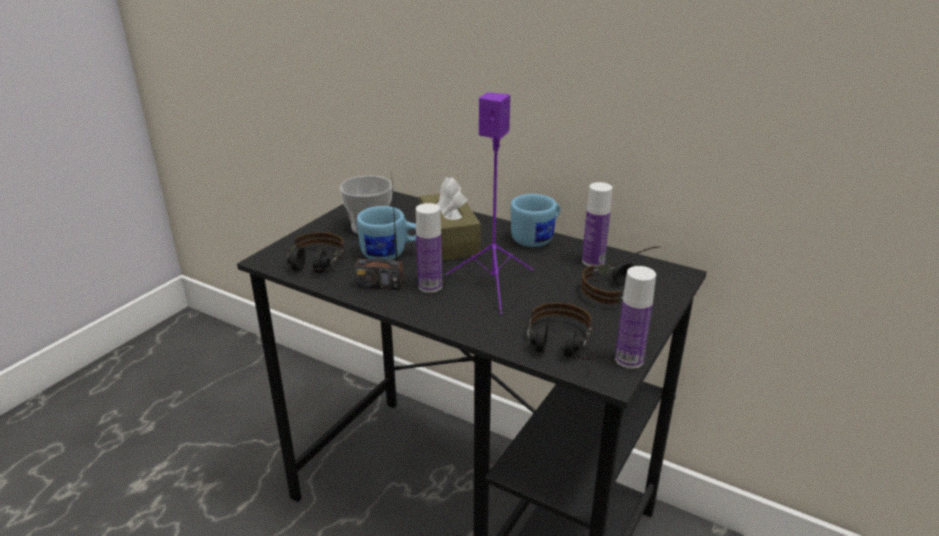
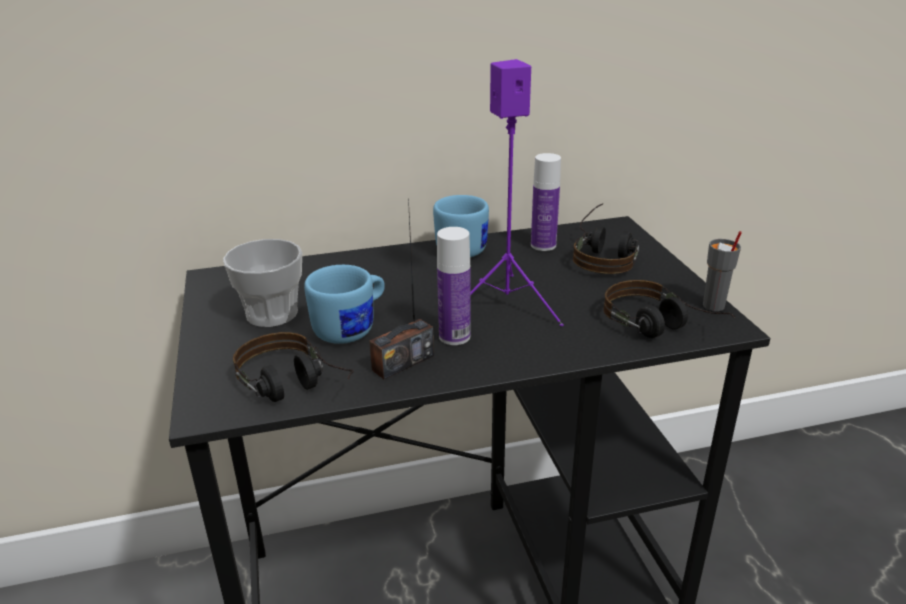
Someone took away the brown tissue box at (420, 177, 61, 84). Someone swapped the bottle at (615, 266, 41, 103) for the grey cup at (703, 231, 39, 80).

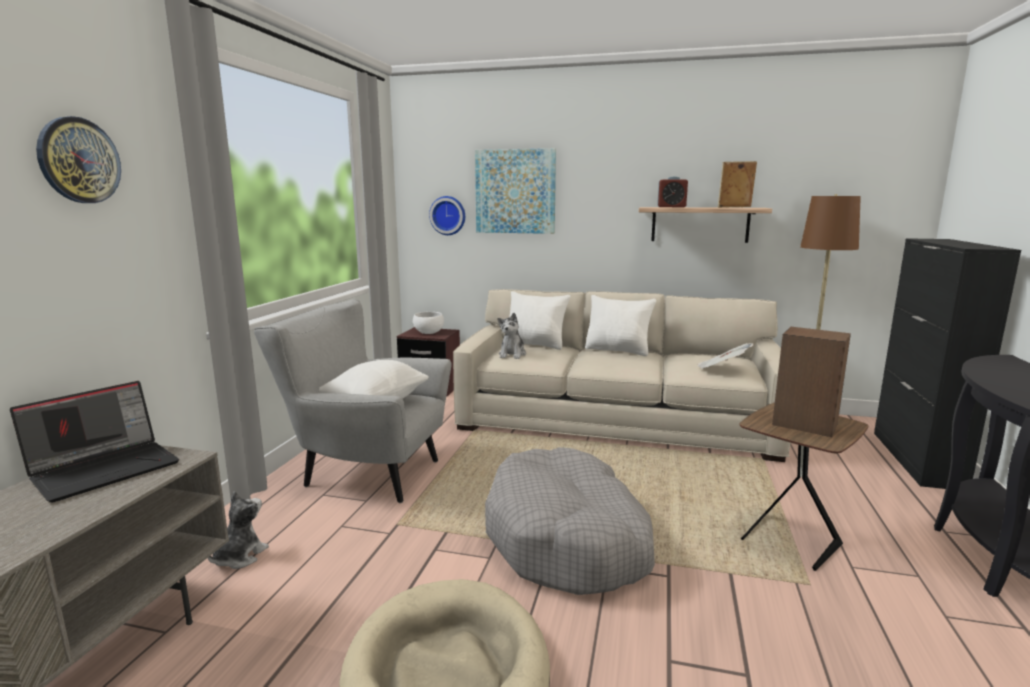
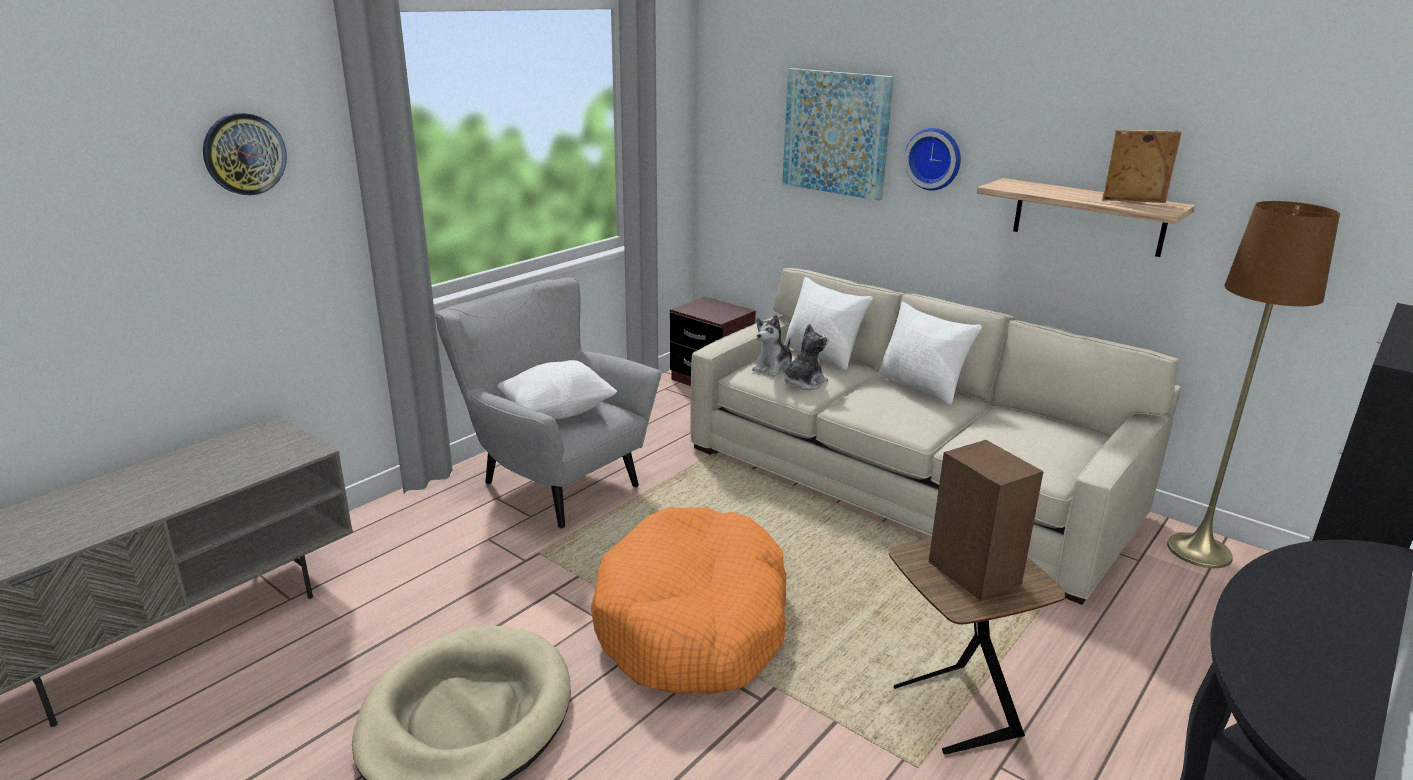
Someone took away the laptop at (10, 381, 169, 122). Someone carried the plush toy from (208, 491, 61, 78) to (784, 324, 44, 66). Someone took away the white bowl at (413, 312, 31, 22). Someone carried the wall clock from (429, 196, 36, 39) to (904, 128, 57, 63). Someone repainted the grey dog bed at (485, 447, 170, 148), which became the orange dog bed at (591, 507, 195, 188). Someone took away the alarm clock at (657, 176, 31, 31). Someone took away the newspaper at (697, 343, 56, 26).

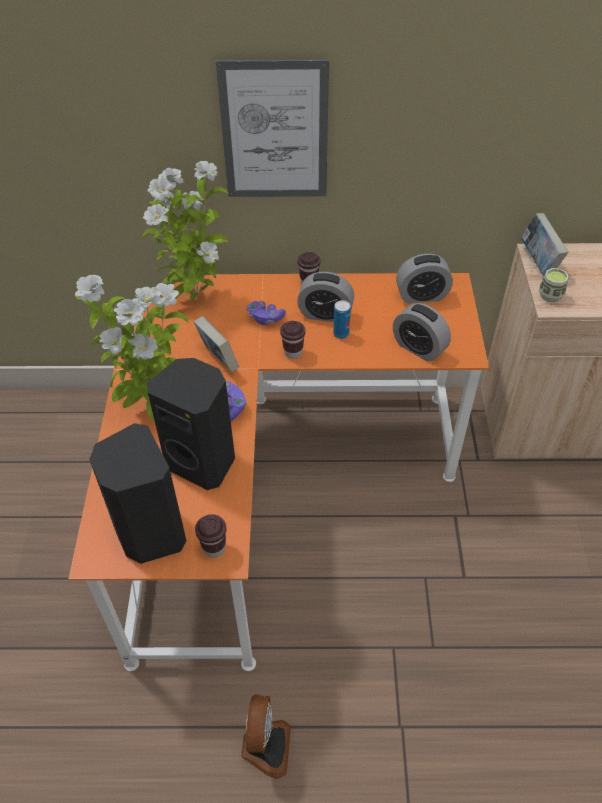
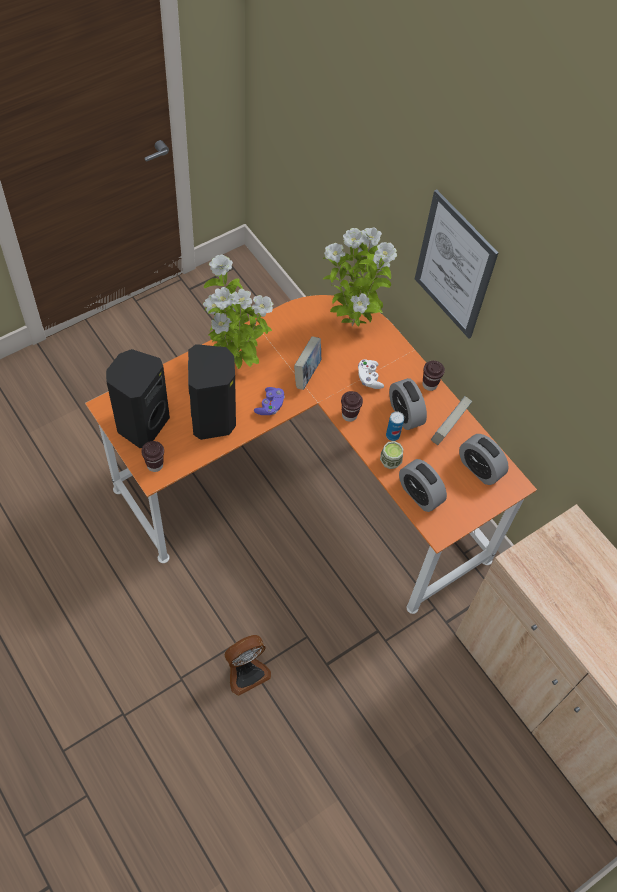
Someone carried the fan from (241, 694, 50, 85) to (225, 635, 46, 61). Someone repainted the purple game controller at (247, 301, 39, 24), which became the white game controller at (358, 359, 26, 30). Someone rotated the alarm clock at (393, 303, 58, 59) by 45 degrees counterclockwise. Someone carried the book from (521, 213, 47, 63) to (431, 396, 41, 49). Someone carried the cup from (539, 268, 30, 34) to (380, 441, 23, 28).

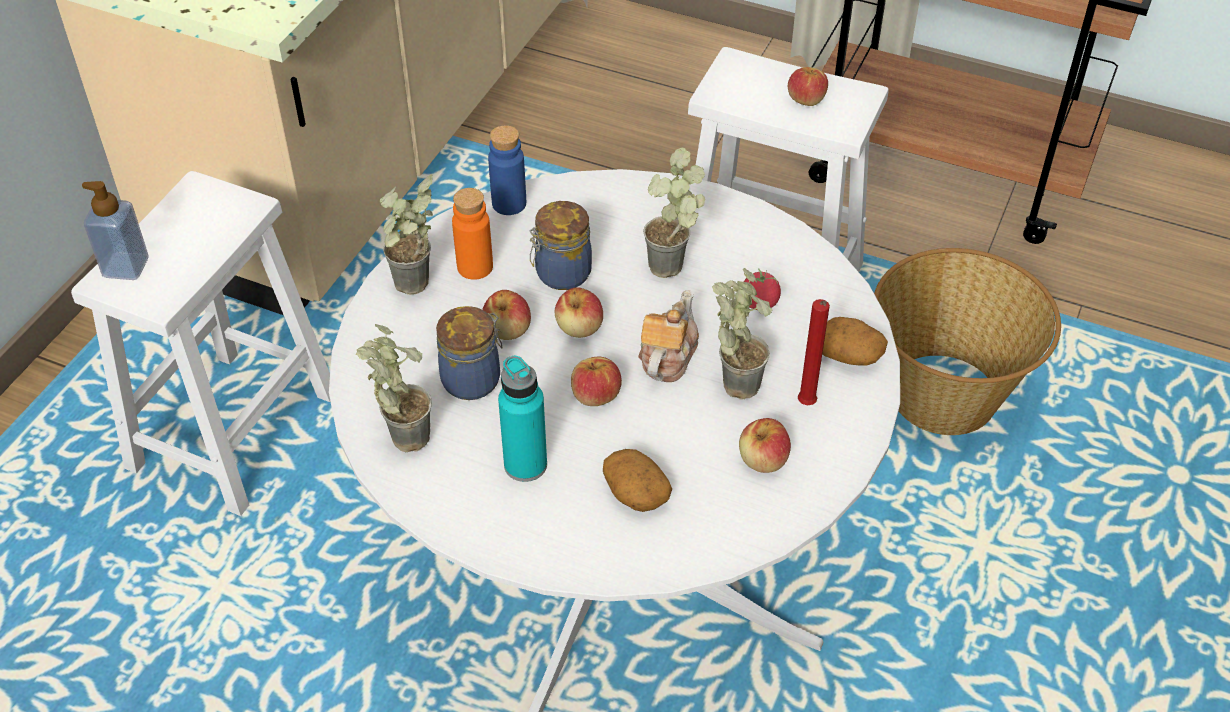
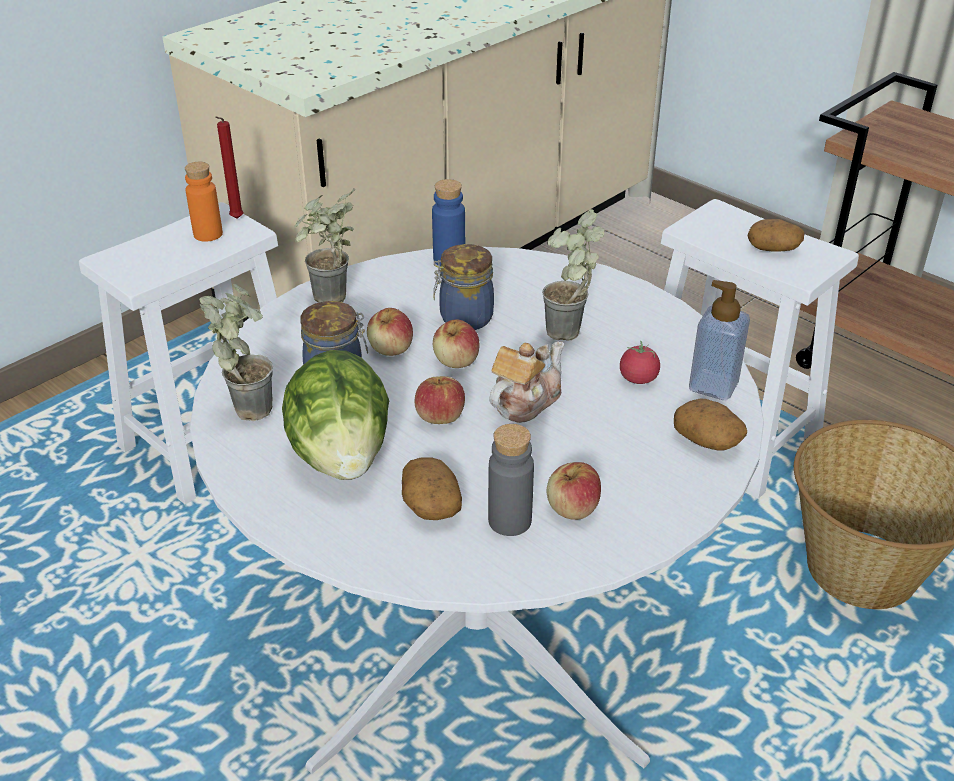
Someone carried the soap dispenser from (82, 181, 67, 99) to (689, 280, 61, 120). Someone carried the orange bottle from (452, 188, 41, 92) to (185, 162, 38, 80). Someone swapped the turquoise bottle at (498, 356, 49, 126) for the lettuce at (282, 350, 107, 130). Someone took away the potted plant at (712, 268, 60, 132). Someone swapped the apple at (788, 67, 40, 39) for the potato at (747, 219, 57, 33). Someone carried the red candle from (798, 299, 32, 106) to (215, 116, 29, 103). Someone put down the grey bottle at (488, 424, 46, 112).

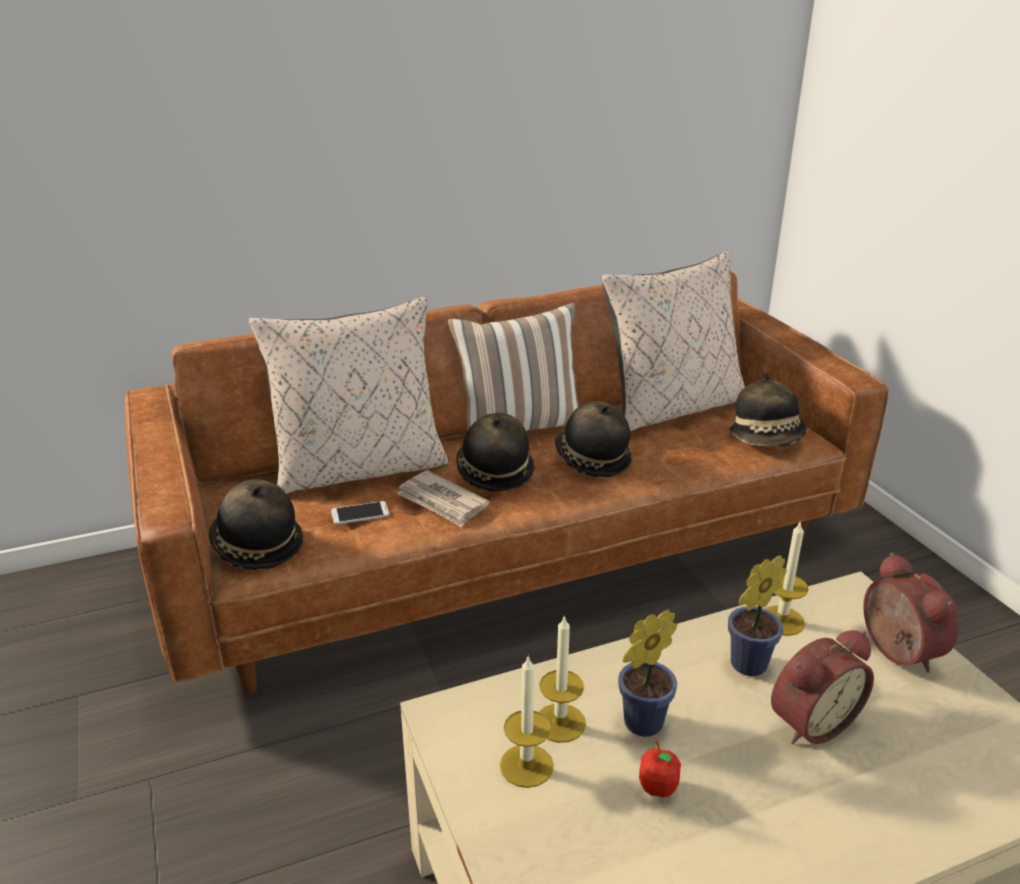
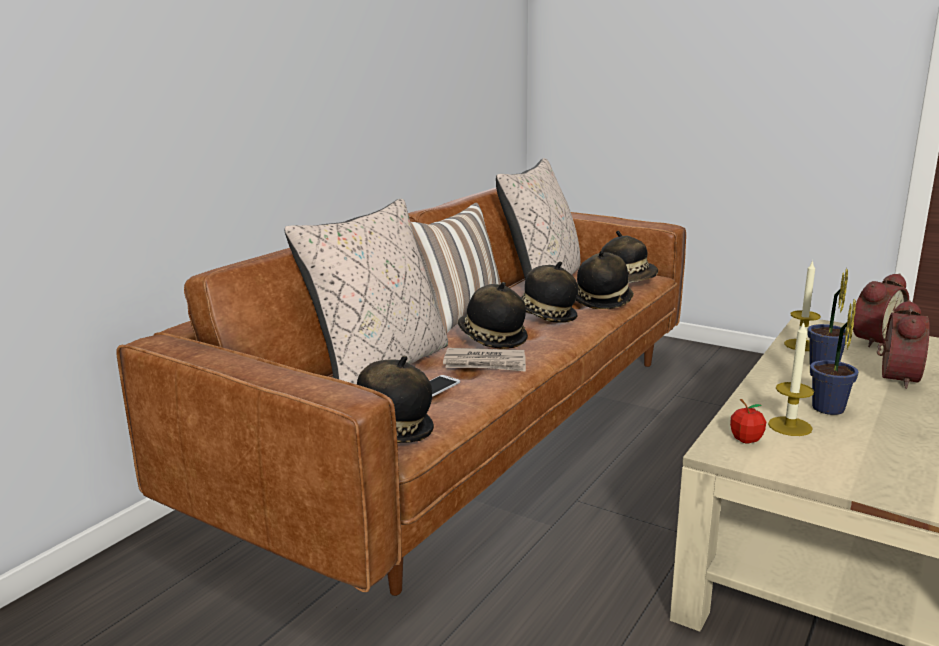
Someone took away the candle at (500, 655, 54, 133). Someone carried the apple from (639, 739, 42, 59) to (730, 399, 36, 45). Someone rotated the alarm clock at (863, 553, 95, 120) by 105 degrees clockwise. Someone put down the hat at (576, 250, 58, 59).

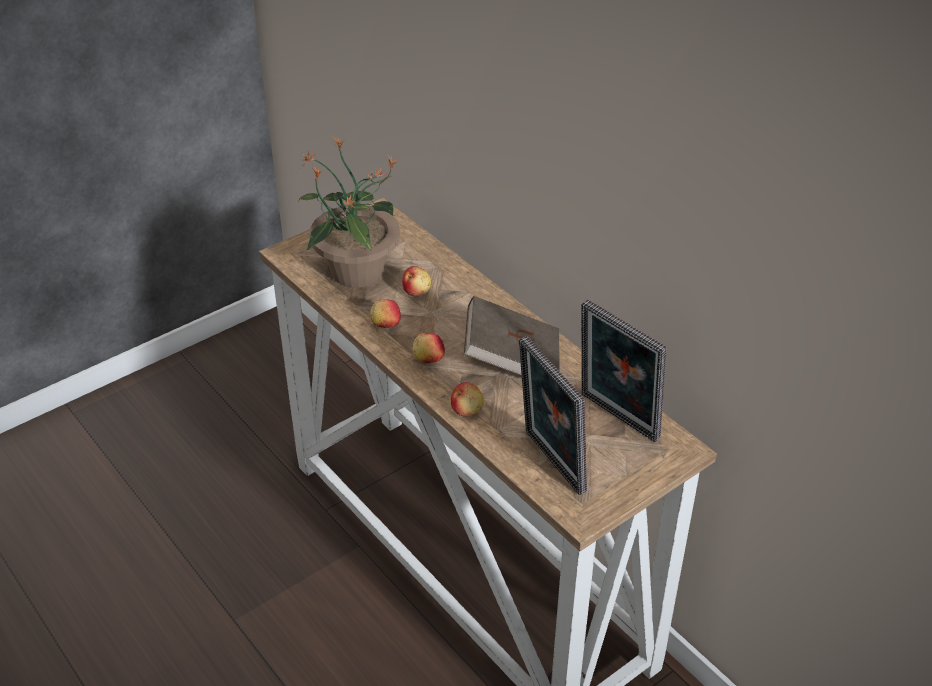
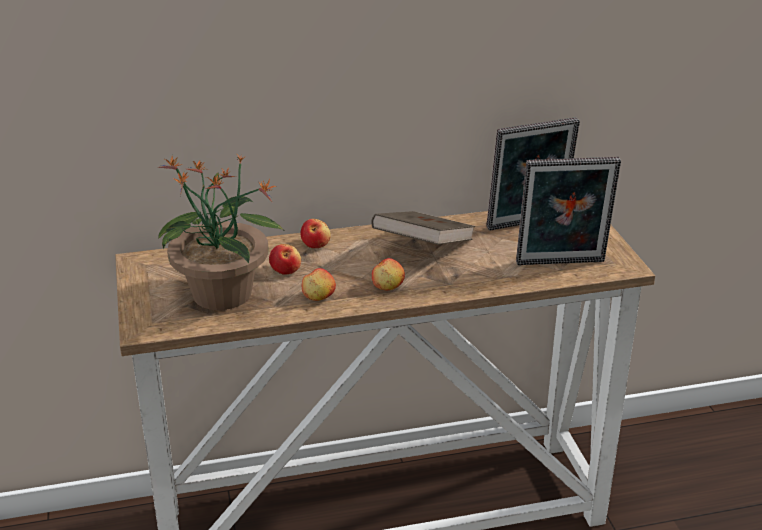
Someone carried the apple from (451, 382, 33, 34) to (300, 219, 31, 29).

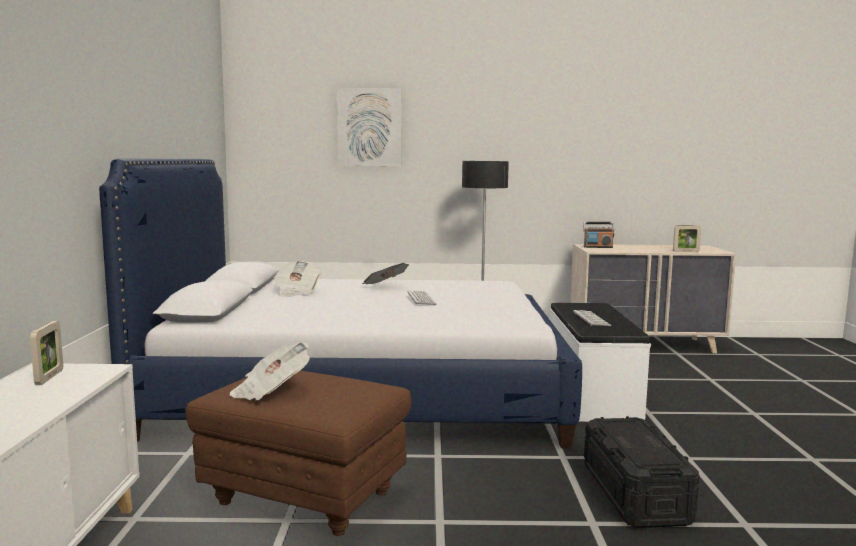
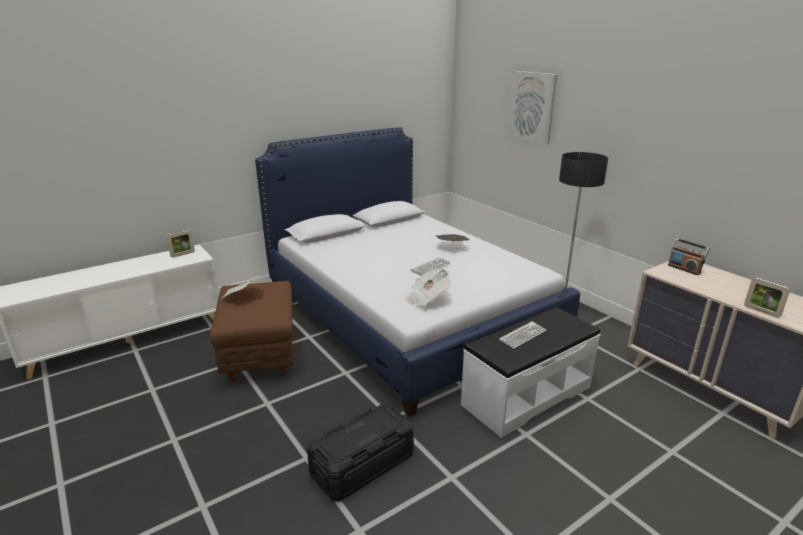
Someone carried the newspaper from (273, 261, 49, 36) to (405, 269, 46, 37).

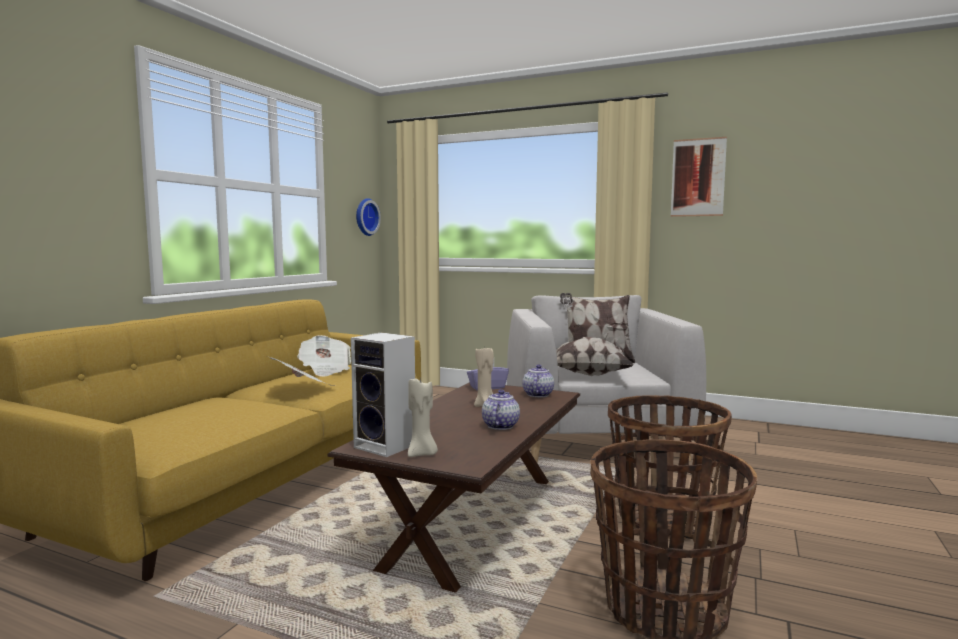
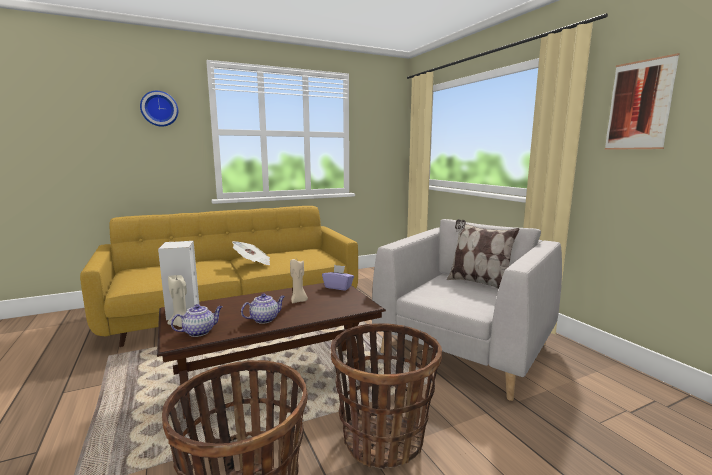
Someone took away the newspaper at (297, 335, 54, 42). Someone carried the wall clock from (356, 198, 25, 38) to (140, 91, 38, 36). Someone carried the teapot from (522, 364, 32, 33) to (171, 304, 52, 33). Someone took away the pillow at (556, 337, 78, 39).

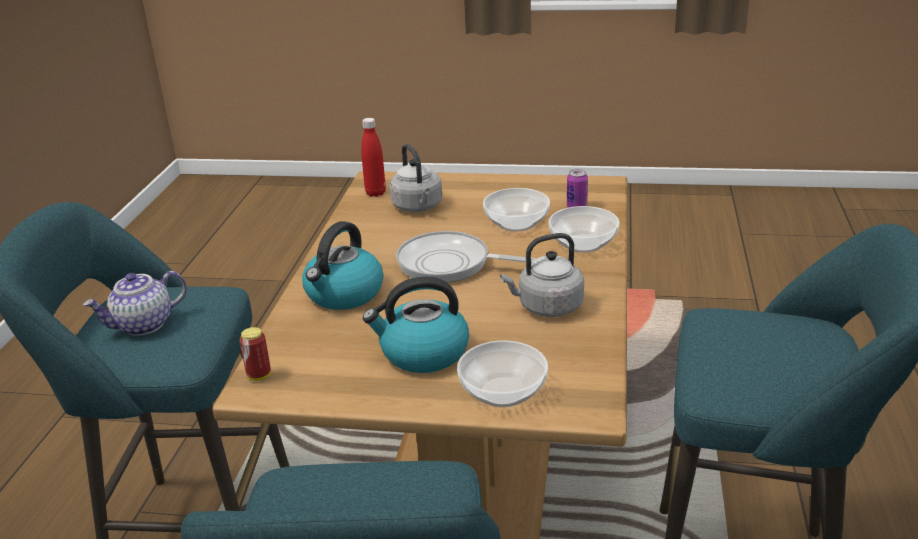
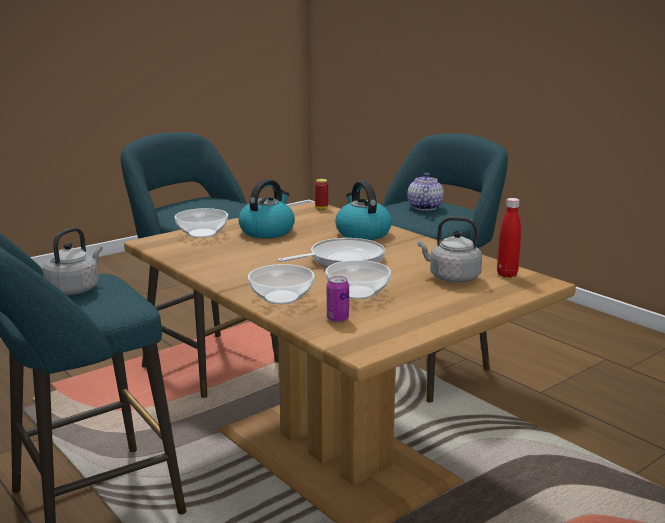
Someone carried the grey kettle from (500, 233, 84, 84) to (43, 227, 60, 68).

